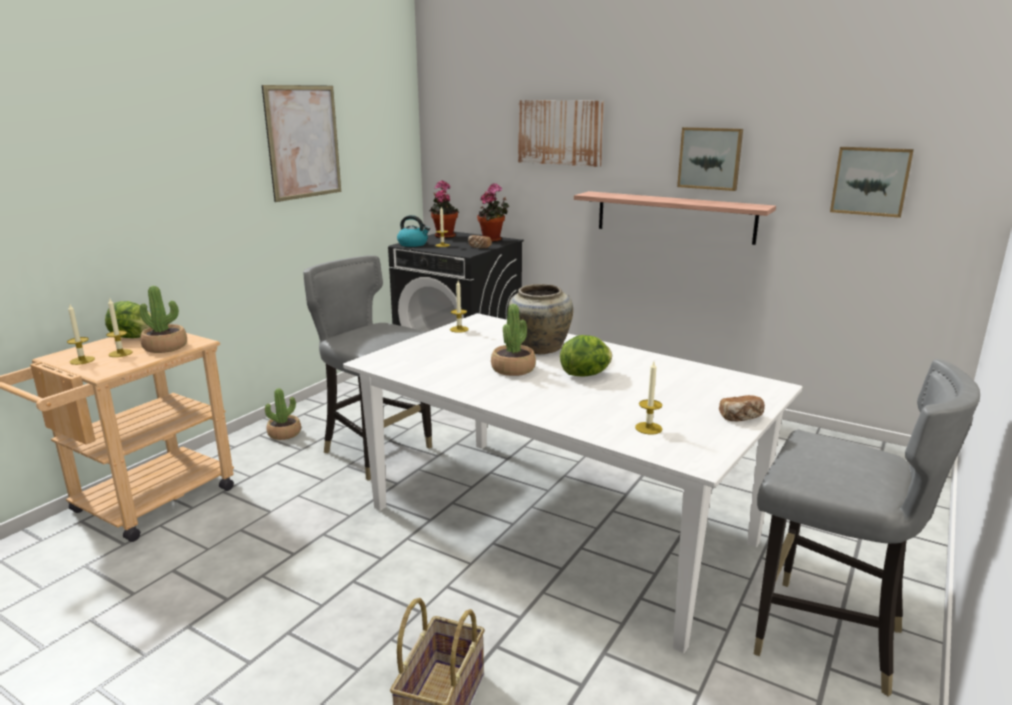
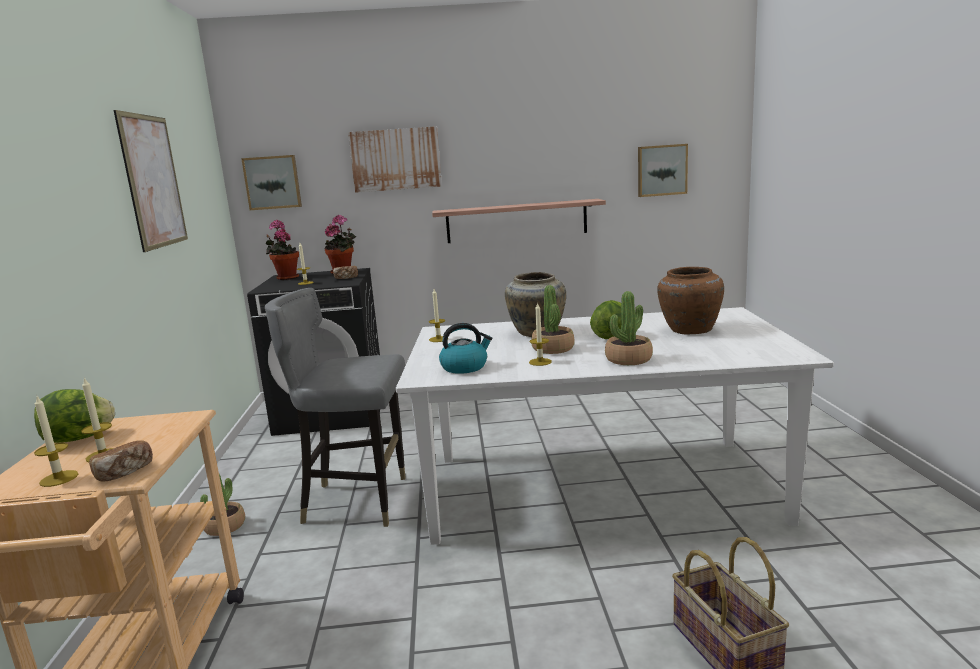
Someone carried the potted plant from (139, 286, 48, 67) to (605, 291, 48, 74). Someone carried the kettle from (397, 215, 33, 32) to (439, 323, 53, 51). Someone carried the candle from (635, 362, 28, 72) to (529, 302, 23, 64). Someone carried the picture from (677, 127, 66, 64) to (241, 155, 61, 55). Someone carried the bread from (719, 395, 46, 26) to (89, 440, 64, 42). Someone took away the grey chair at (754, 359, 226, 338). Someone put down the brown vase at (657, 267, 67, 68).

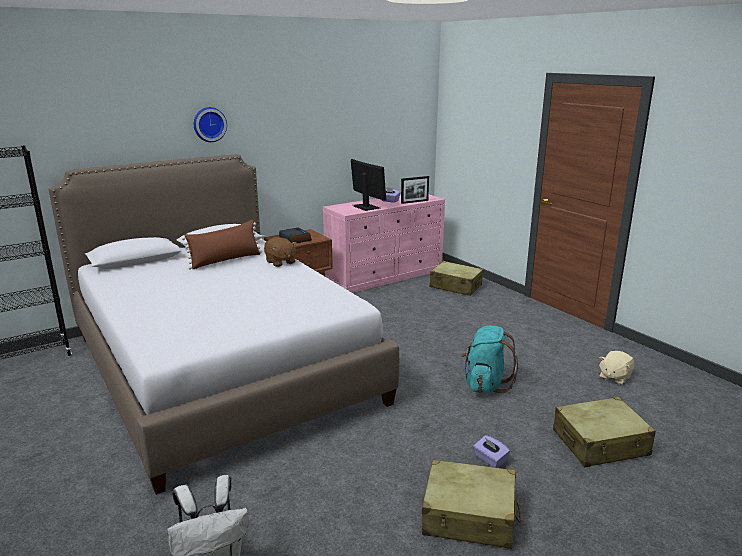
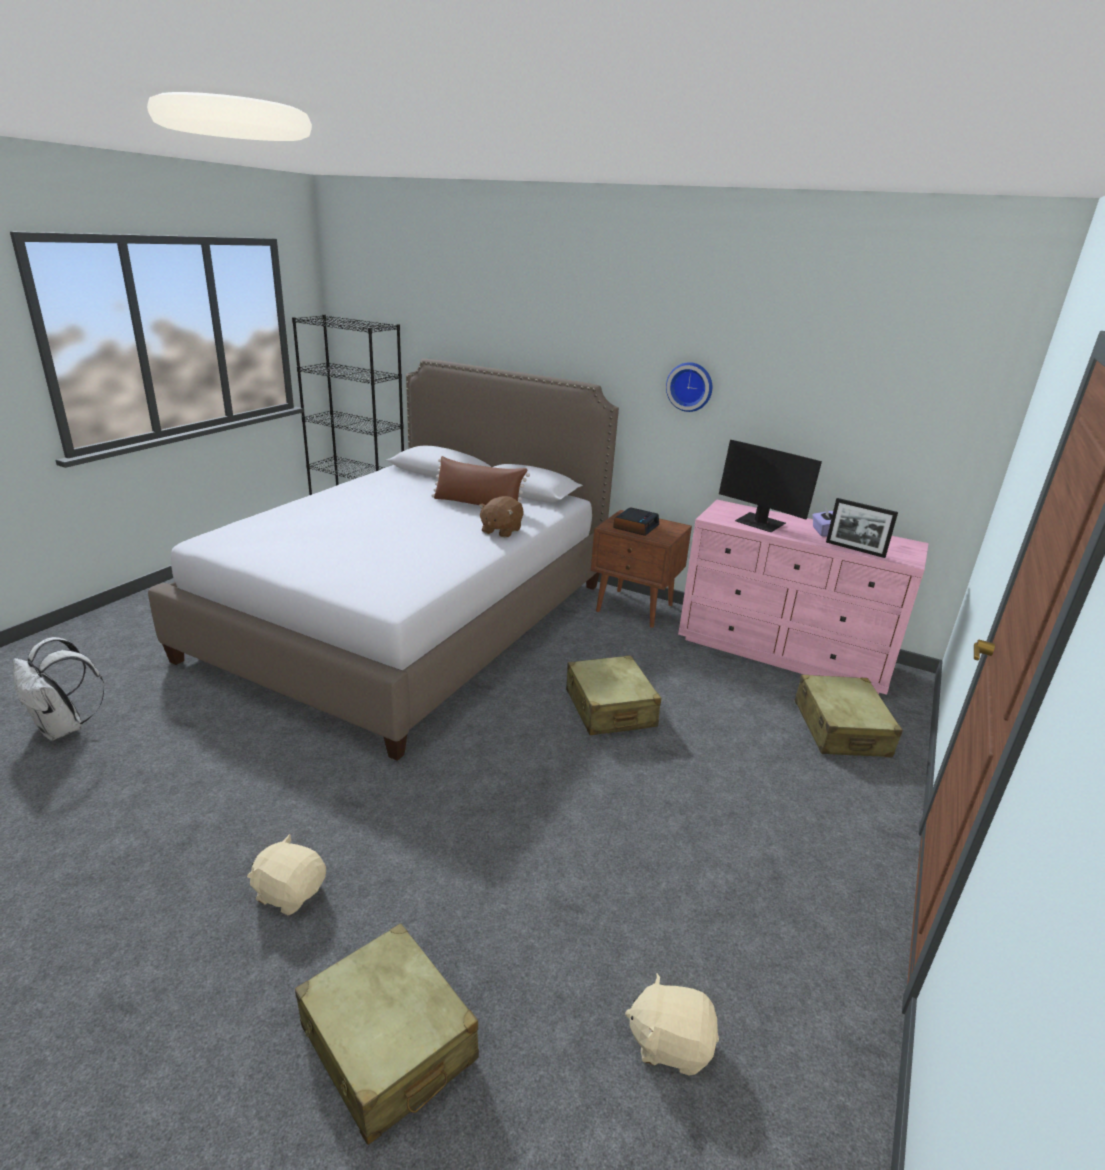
Someone carried the wall clock from (194, 107, 33, 35) to (666, 362, 46, 50). Someone rotated the monitor at (351, 159, 35, 52) by 105 degrees clockwise. Someone carried the beige suitcase from (422, 460, 99, 89) to (566, 655, 95, 80). Someone took away the turquoise backpack at (461, 326, 57, 67). Someone swapped the purple tissue box at (473, 435, 37, 33) for the beige plush toy at (247, 834, 79, 81).

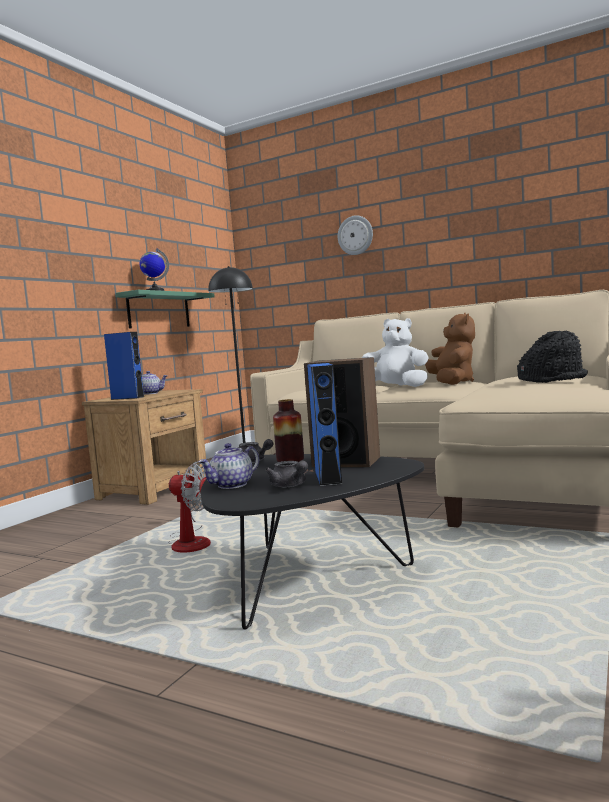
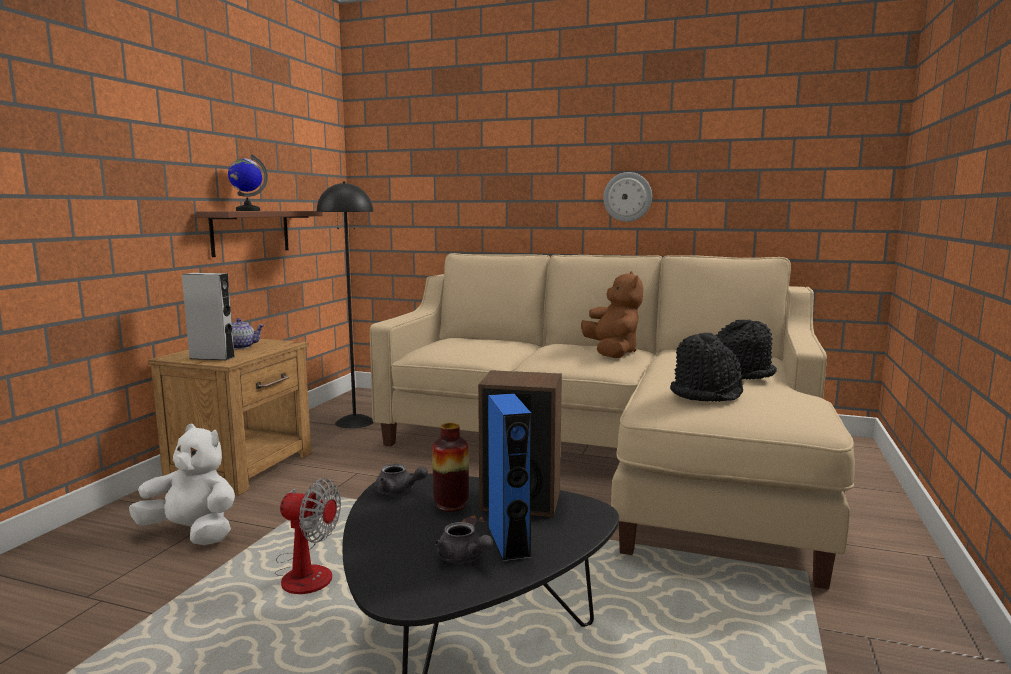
Someone repainted the blue speaker at (104, 332, 40, 68), which became the grey speaker at (182, 273, 52, 87). Someone repainted the green shelf at (116, 290, 99, 38), which became the brown shelf at (195, 211, 128, 46). Someone took away the teapot at (198, 443, 61, 46). Someone carried the wall clock from (338, 215, 35, 40) to (603, 172, 49, 50). Someone carried the white plush toy from (362, 318, 67, 69) to (129, 424, 106, 121). Someone put down the black hat at (670, 333, 73, 69).

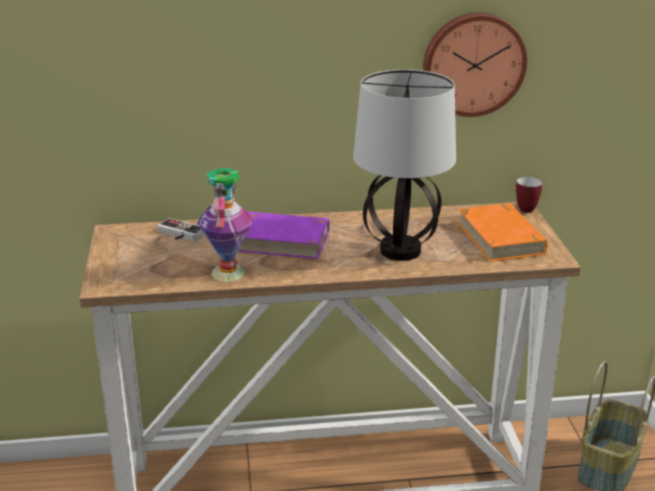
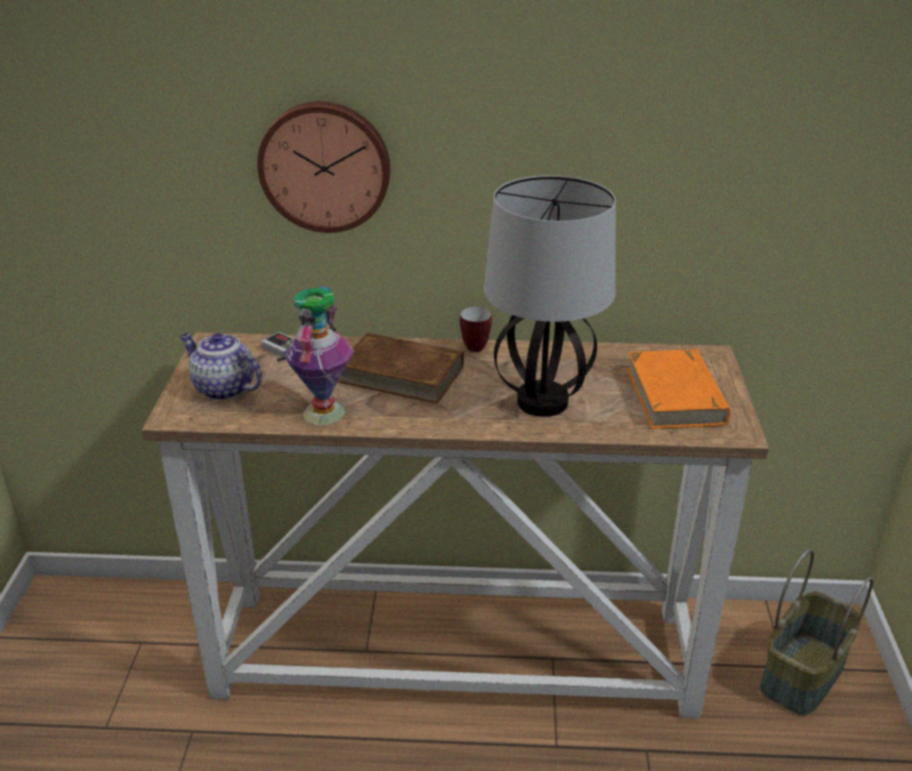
Someone repainted the purple book at (237, 211, 92, 48), which became the brown book at (338, 333, 126, 71). Someone carried the wall clock from (423, 12, 104, 105) to (257, 101, 133, 132). Someone carried the mug from (516, 177, 26, 36) to (460, 307, 32, 45). Someone put down the teapot at (180, 333, 82, 67).

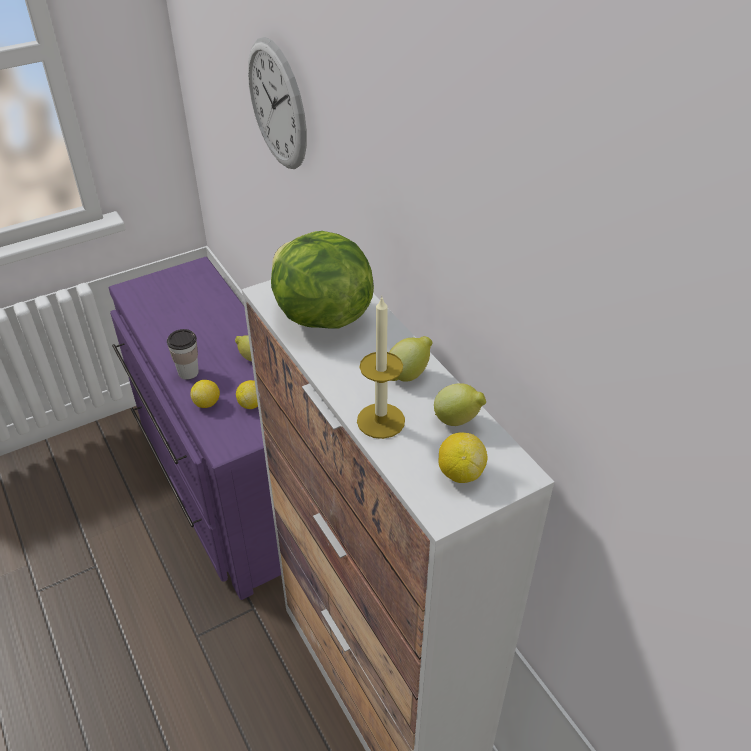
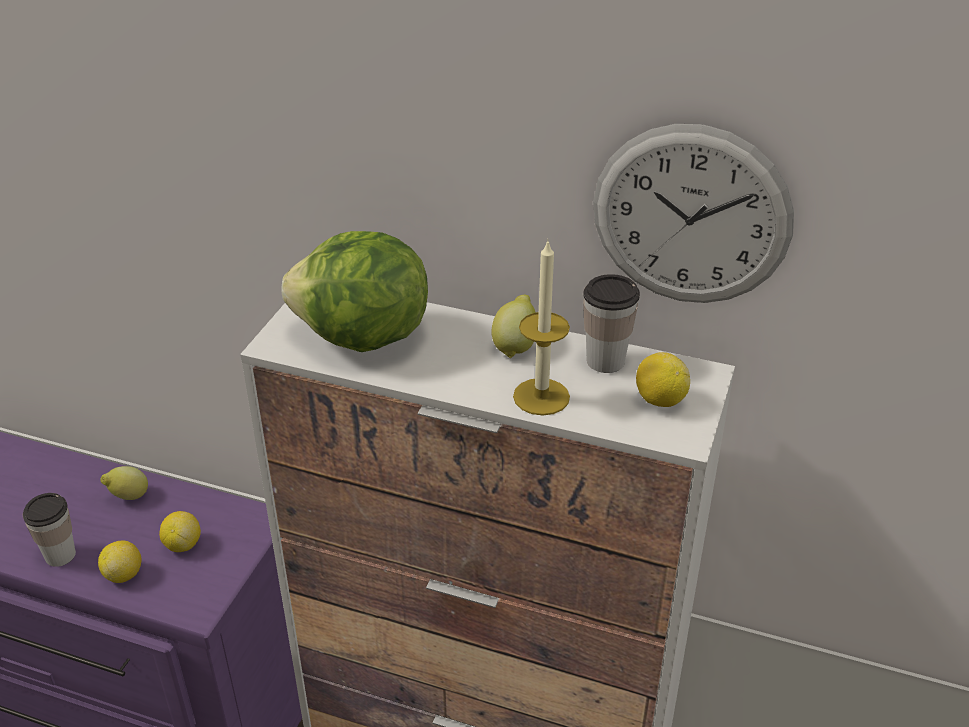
Someone carried the wall clock from (248, 37, 59, 132) to (593, 124, 201, 179). Someone swapped the lemon at (434, 383, 52, 43) for the cup at (583, 274, 57, 99).

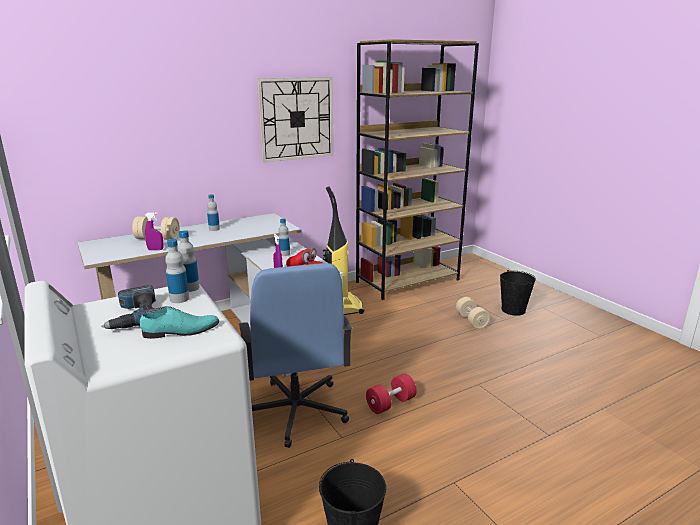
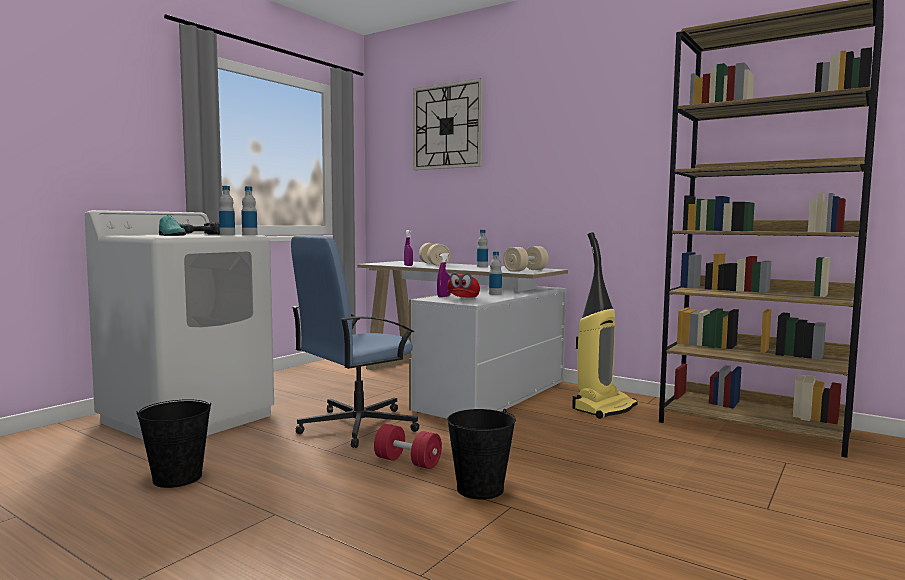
Someone carried the wall clock from (257, 77, 76, 85) to (413, 78, 70, 92). Someone carried the beige dumbbell from (456, 297, 34, 32) to (503, 246, 46, 26). Someone carried the black bucket from (500, 270, 36, 46) to (447, 409, 69, 91).

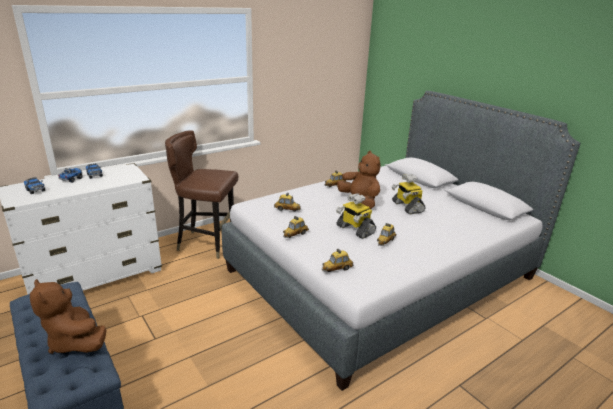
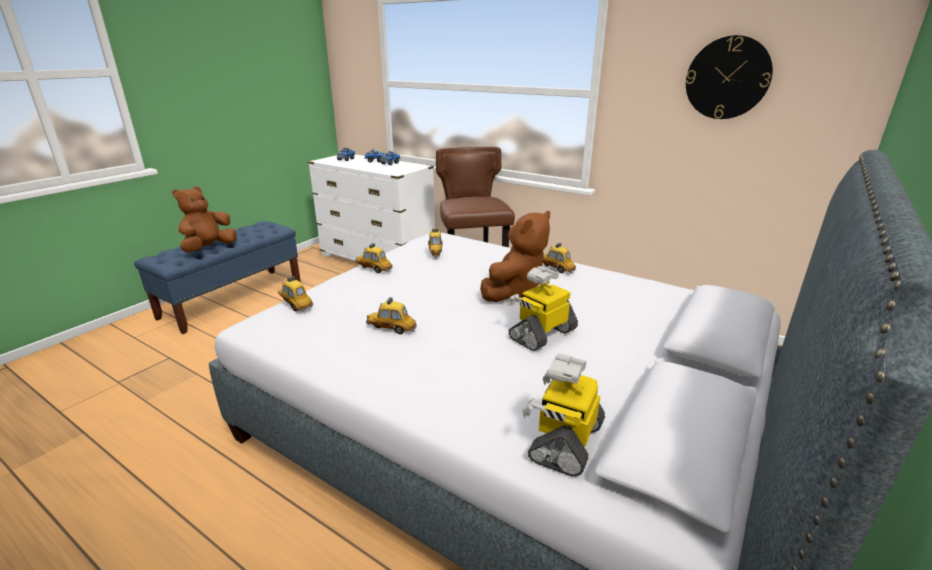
Someone carried the toy robot from (336, 193, 40, 46) to (522, 353, 83, 124). Someone put up the wall clock at (686, 35, 87, 84).

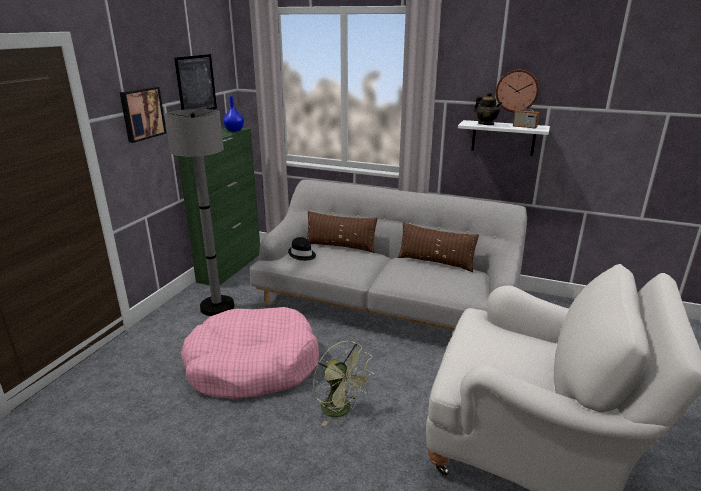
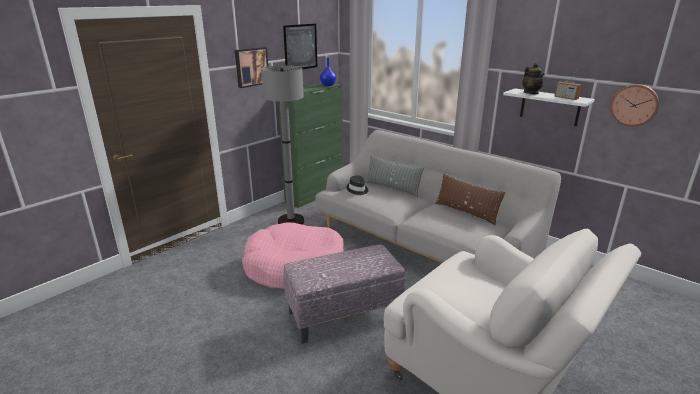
Someone repainted the brown pillow at (307, 211, 70, 42), which became the grey pillow at (365, 155, 59, 42). Someone swapped the green fan at (313, 341, 61, 85) for the ottoman at (284, 245, 121, 99). Someone carried the wall clock from (496, 69, 43, 43) to (610, 84, 49, 42).

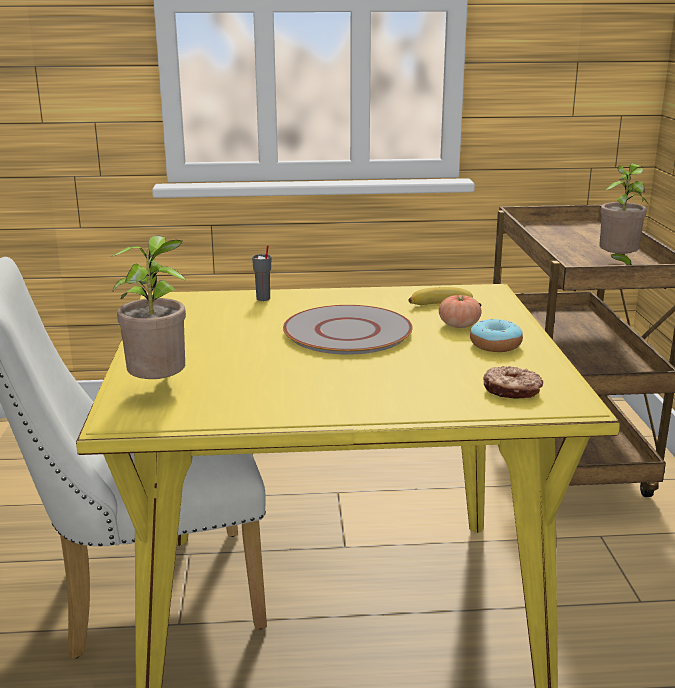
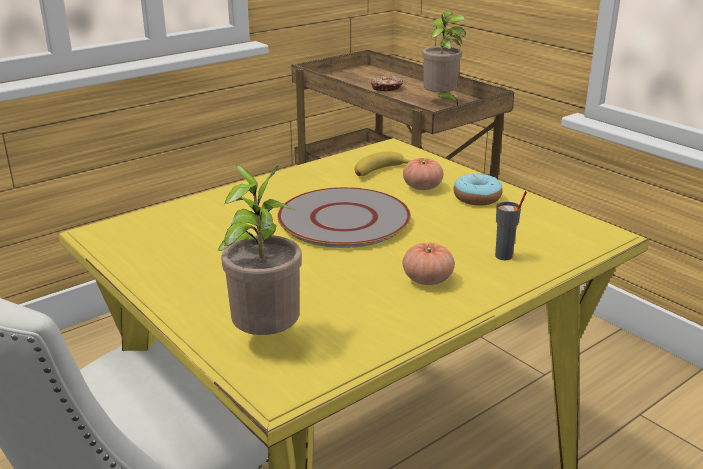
Someone carried the grey cup from (252, 245, 19, 56) to (495, 191, 32, 69). Someone carried the donut from (483, 366, 60, 32) to (371, 75, 32, 16). Someone put down the tomato at (402, 243, 53, 42).

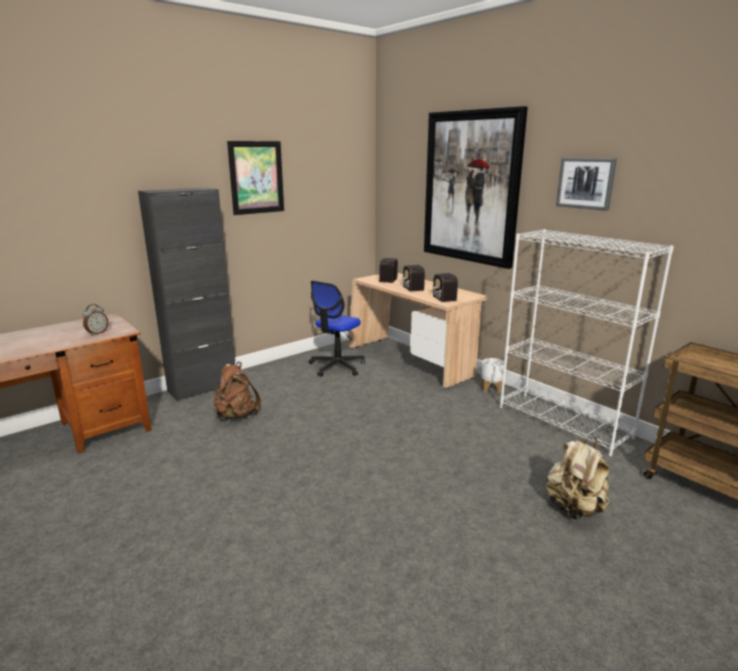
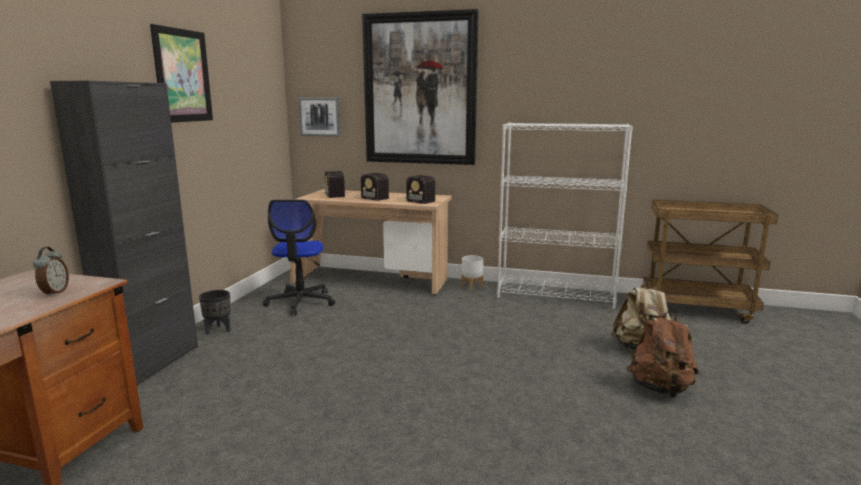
Someone carried the brown backpack from (214, 362, 47, 59) to (627, 310, 72, 88). Someone carried the picture from (556, 158, 61, 53) to (298, 98, 43, 39). Someone put down the black planter at (199, 290, 32, 45).

